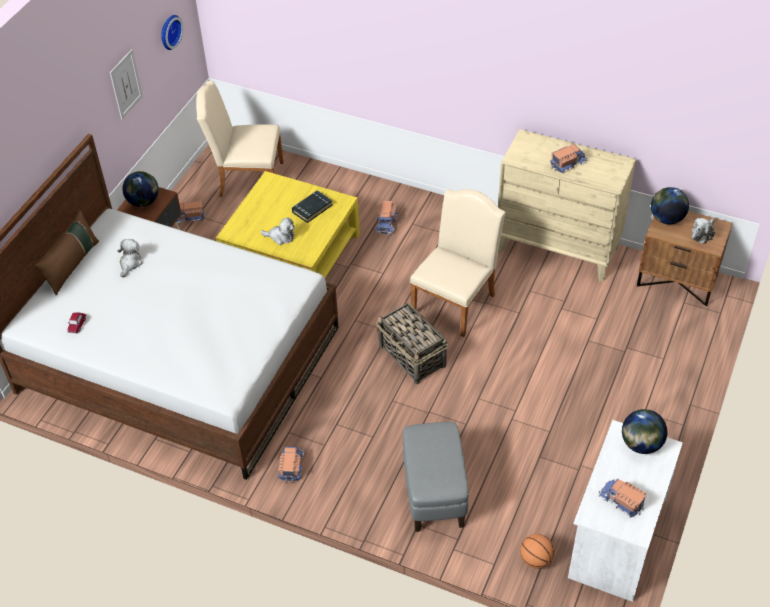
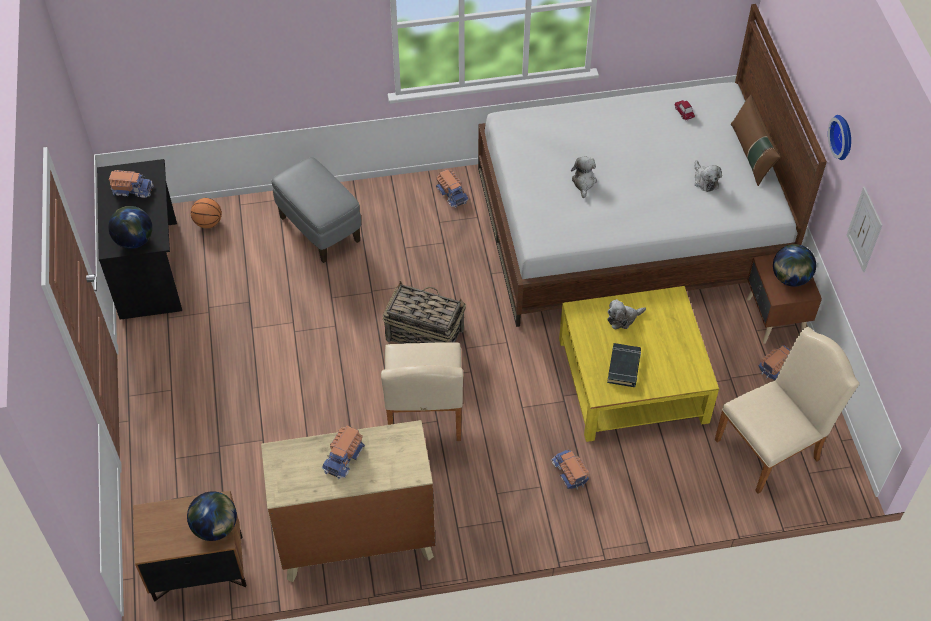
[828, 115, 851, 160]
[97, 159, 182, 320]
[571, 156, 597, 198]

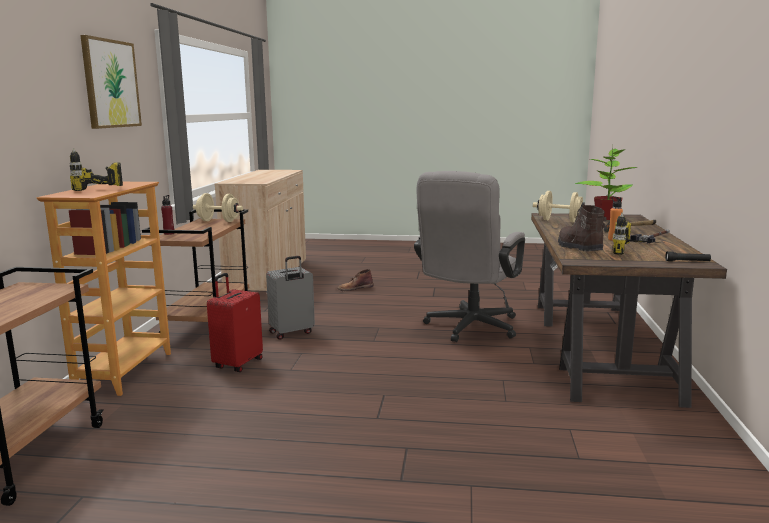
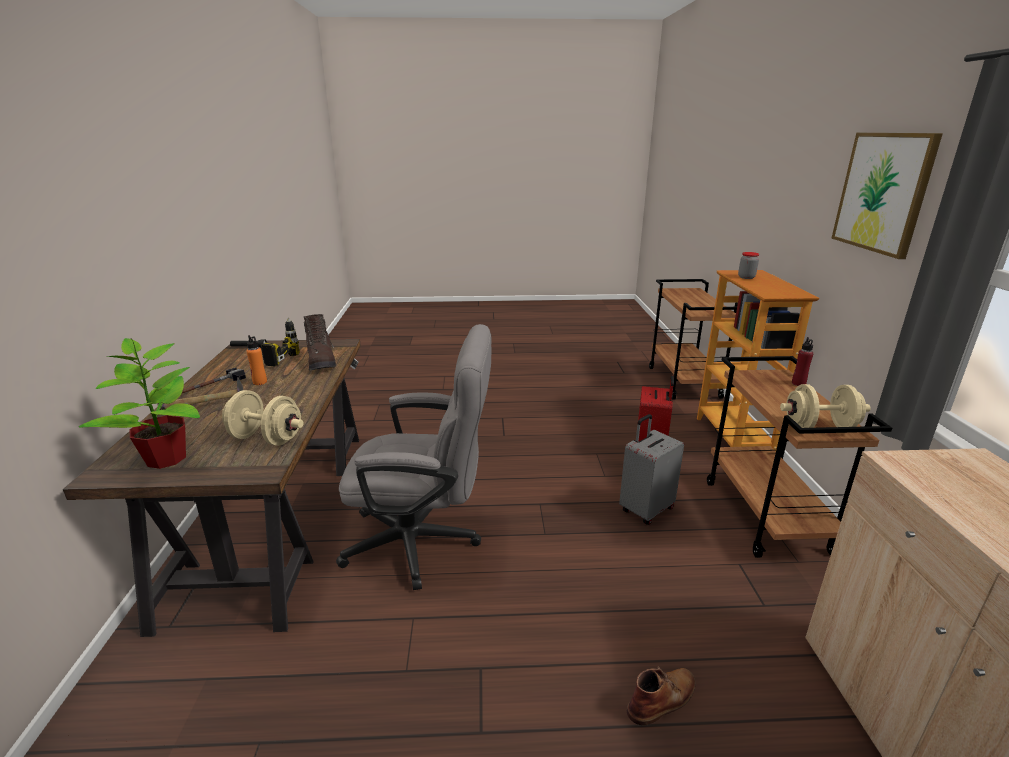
[738, 252, 759, 279]
[336, 324, 491, 590]

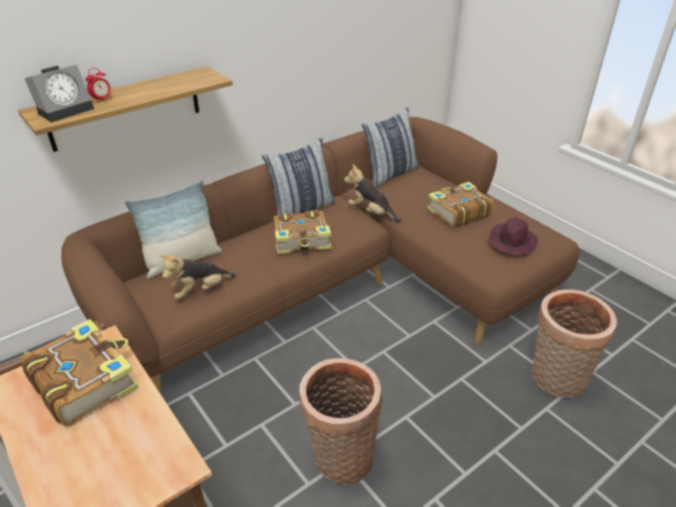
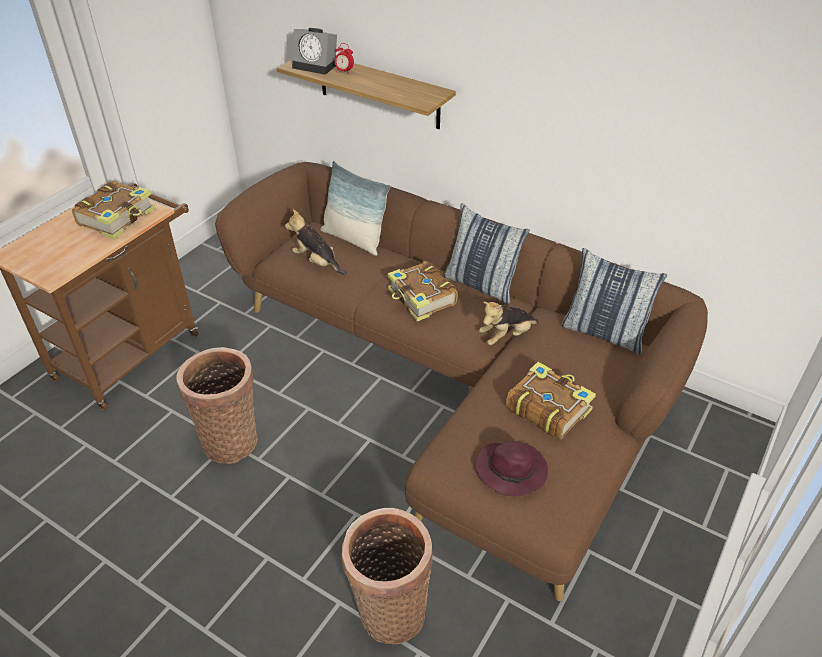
[479, 301, 538, 345]

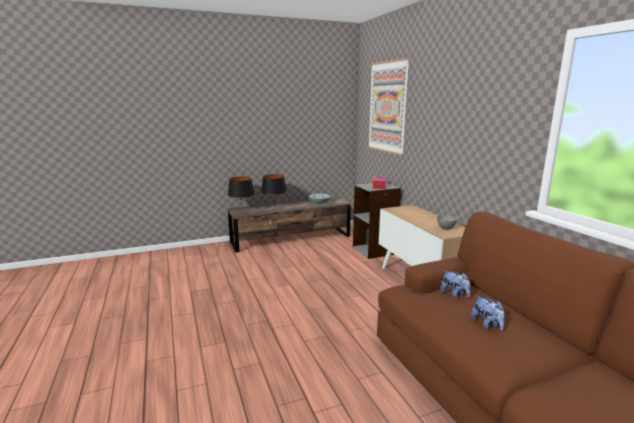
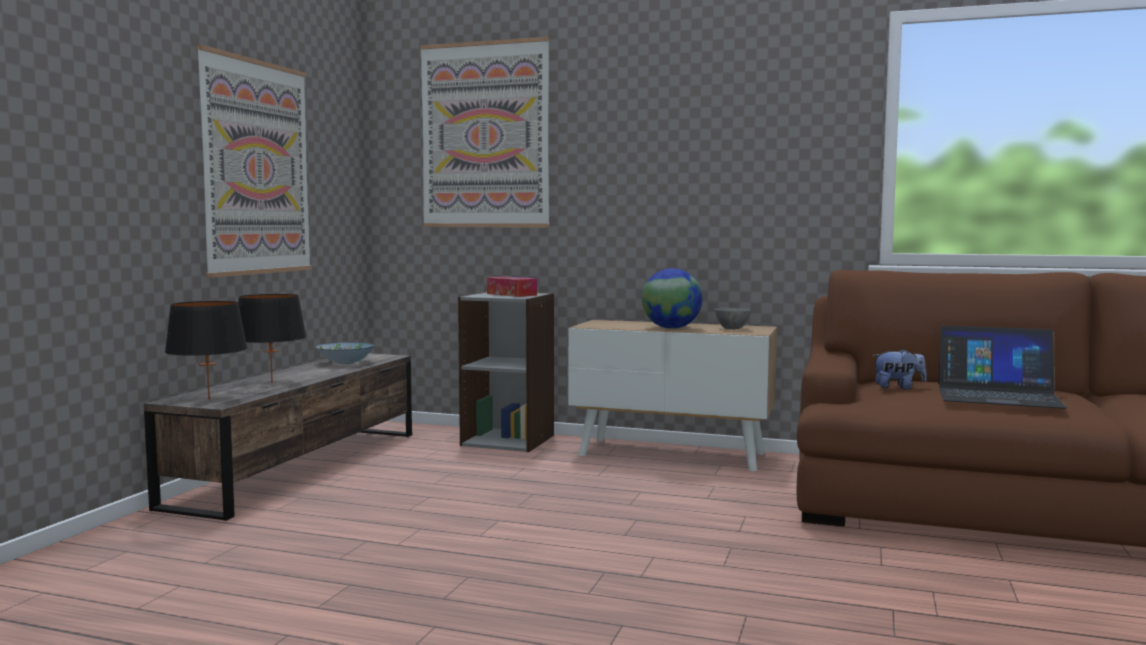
[938, 325, 1067, 409]
[196, 44, 312, 278]
[642, 268, 702, 329]

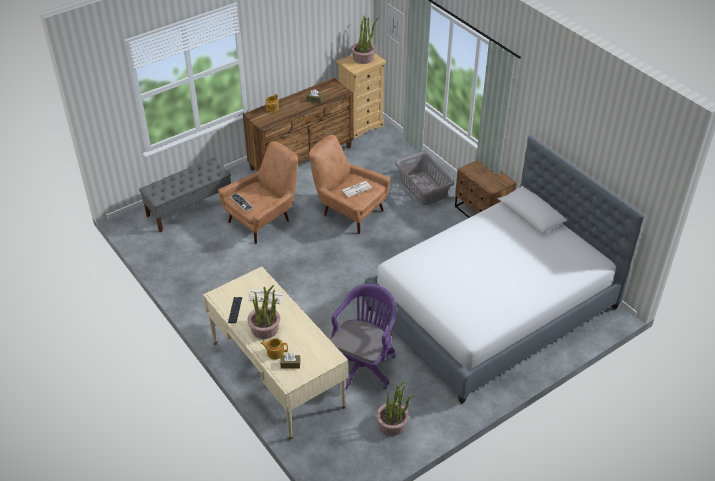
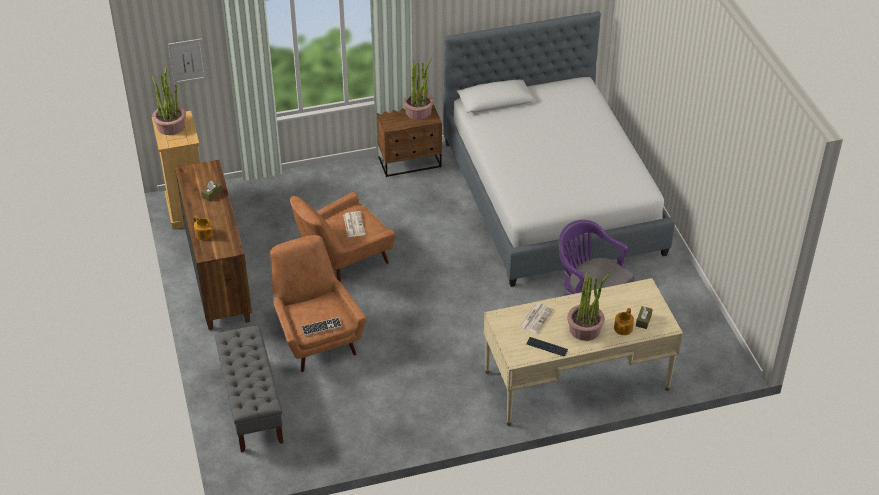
[403, 59, 434, 120]
[395, 152, 454, 205] (first image)

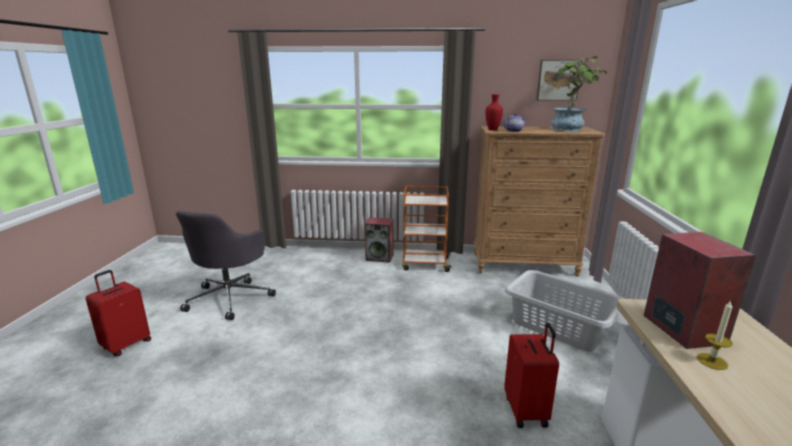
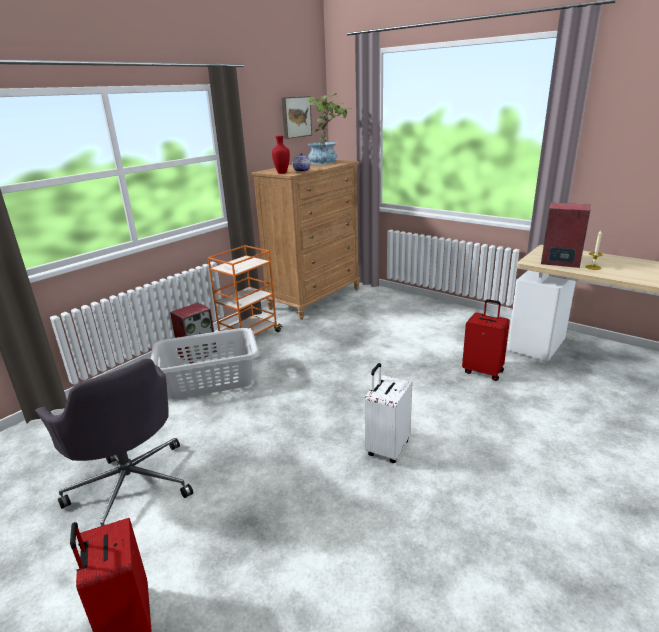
[151, 328, 259, 399]
[365, 363, 412, 463]

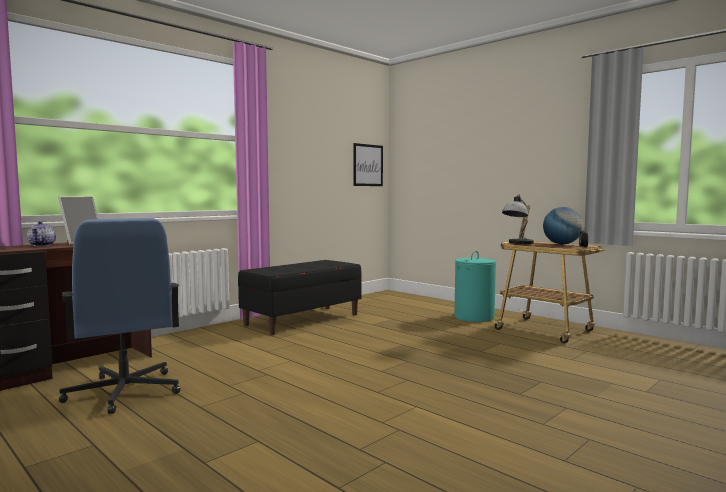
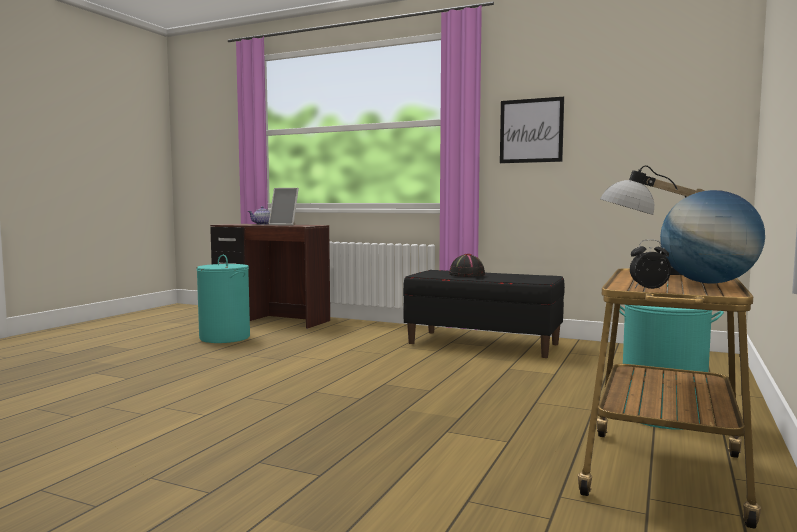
[196, 255, 250, 343]
[500, 97, 564, 163]
[449, 254, 485, 276]

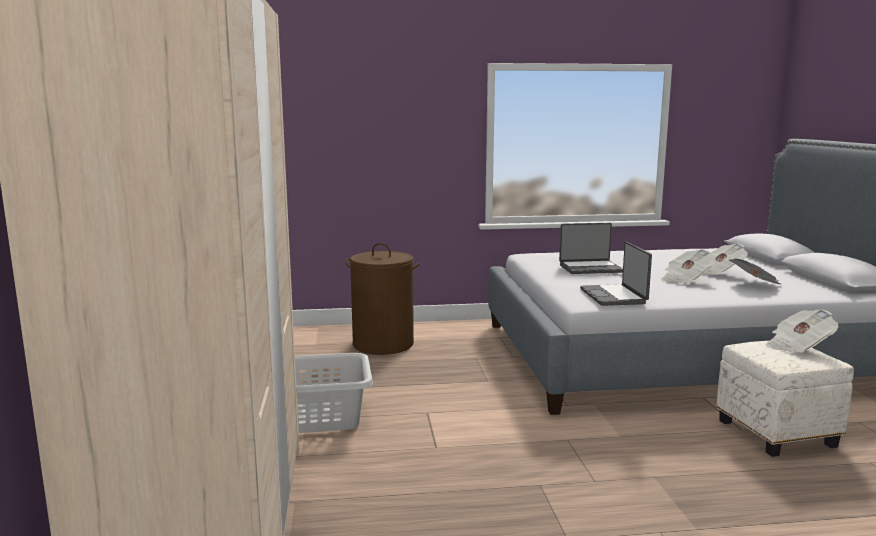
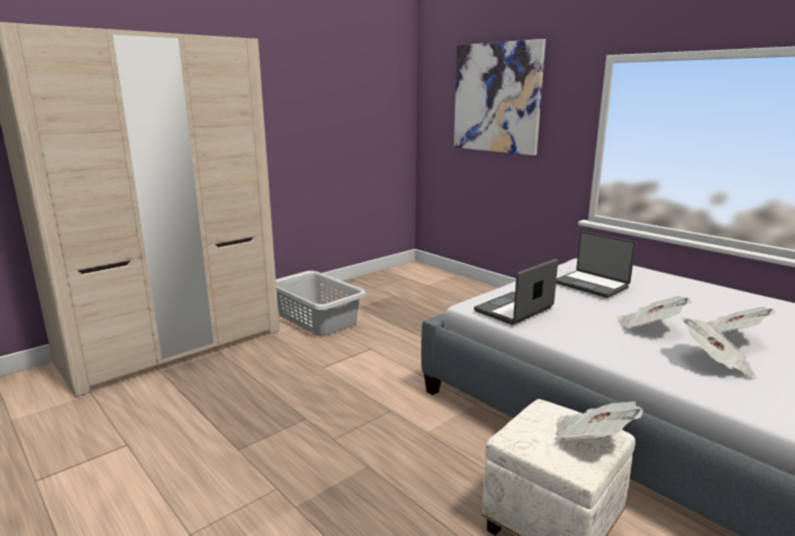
[345, 243, 420, 355] (first image)
[454, 39, 546, 156]

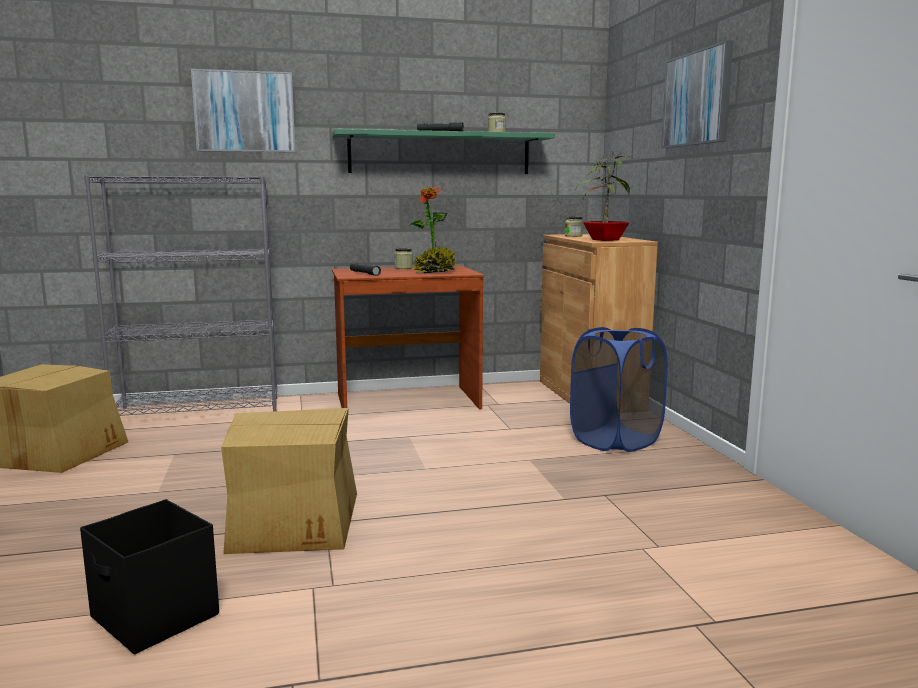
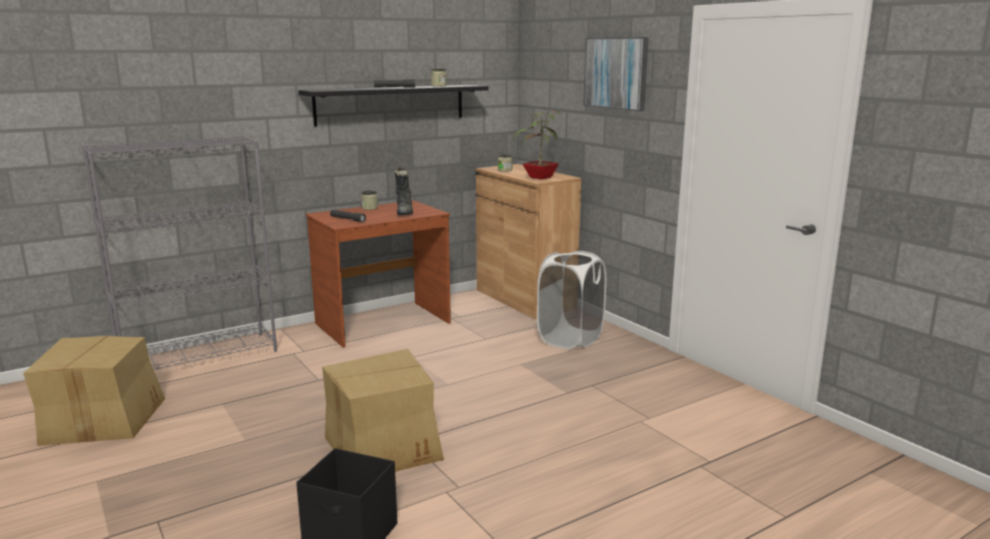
[191, 69, 295, 152] (first image)
[298, 85, 489, 126]
[394, 167, 413, 215]
[537, 251, 606, 349]

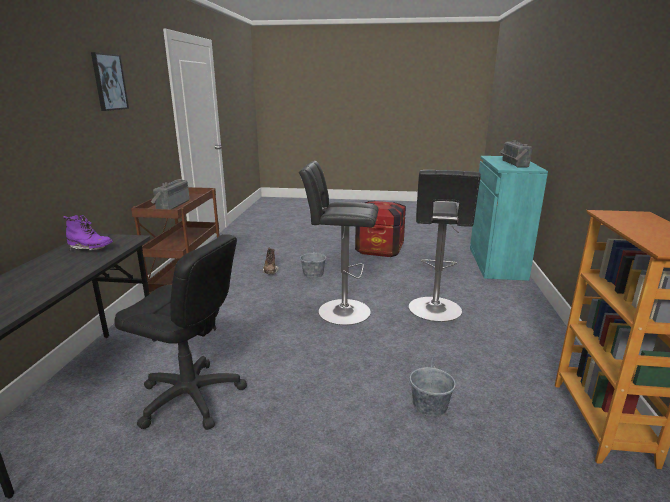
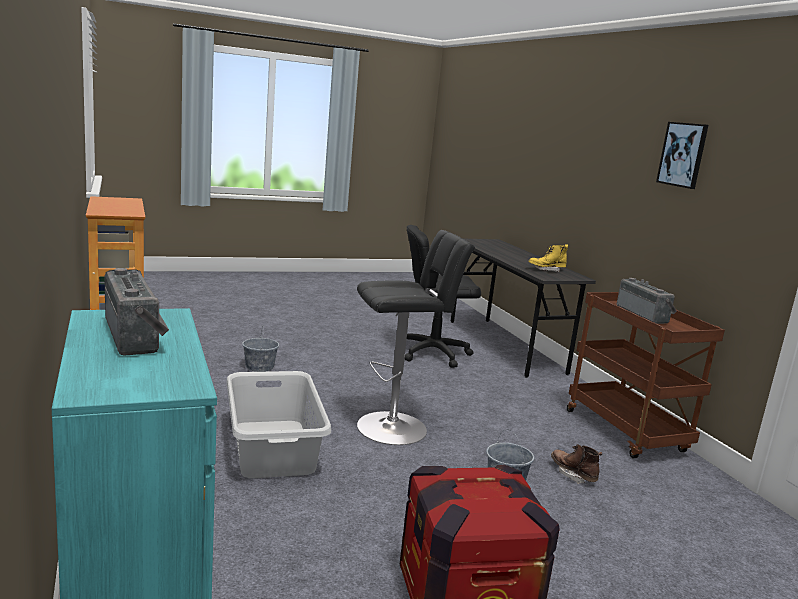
[529, 244, 569, 272]
[226, 371, 331, 478]

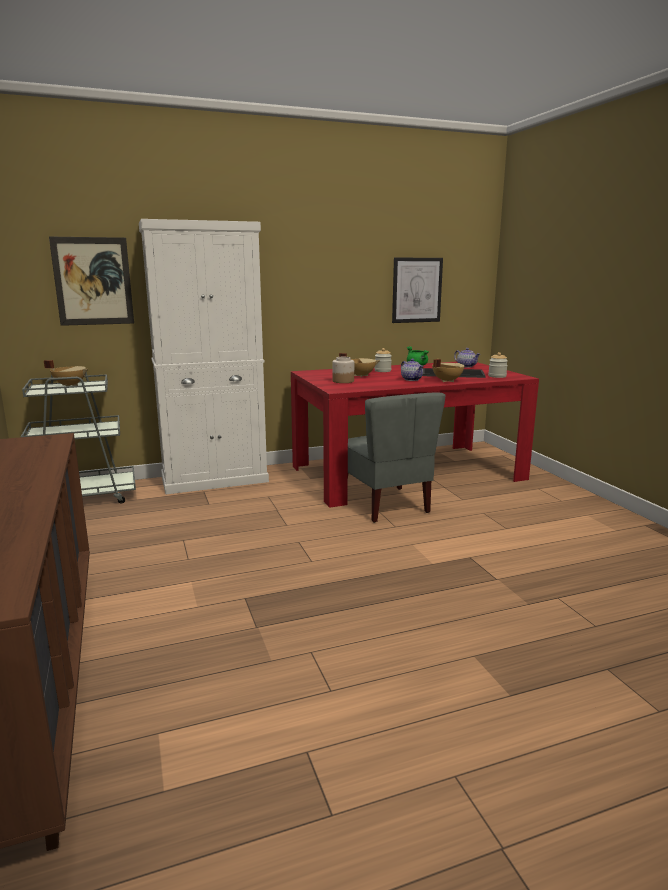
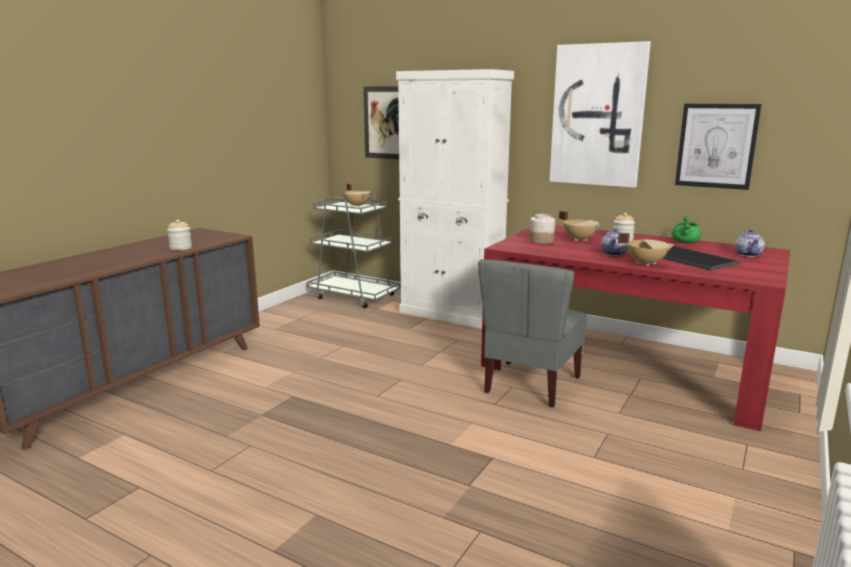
[167, 219, 192, 250]
[549, 41, 651, 188]

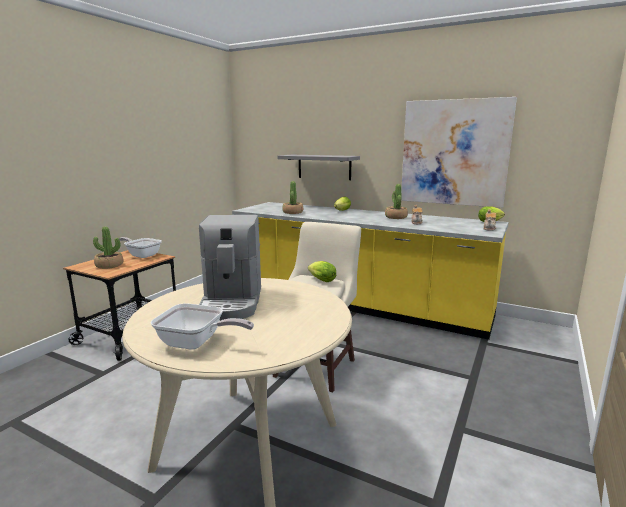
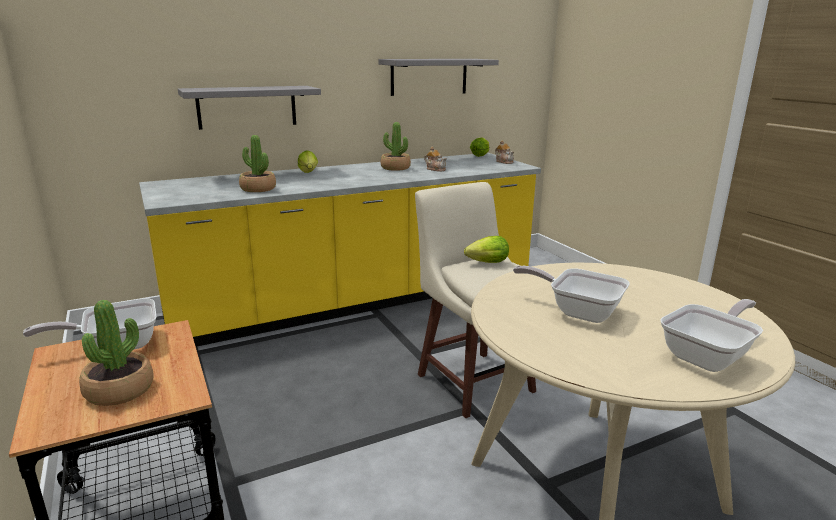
[513, 266, 630, 323]
[378, 59, 499, 96]

